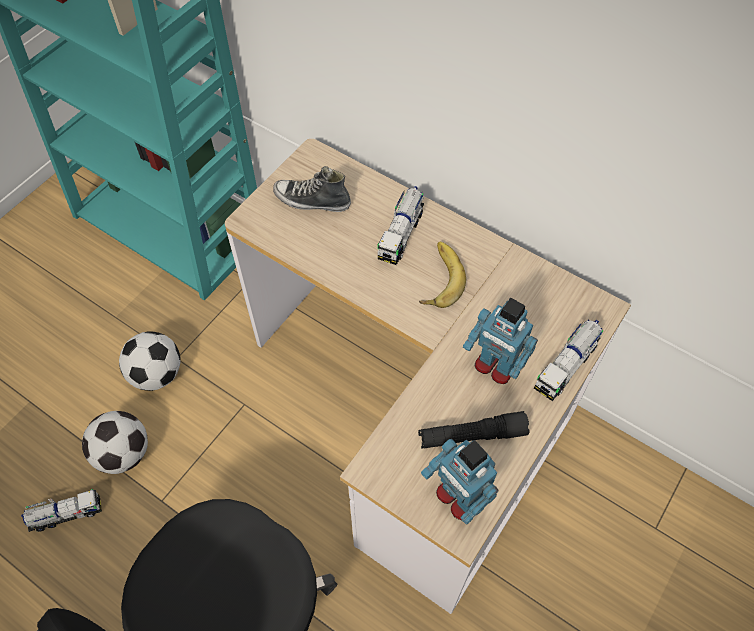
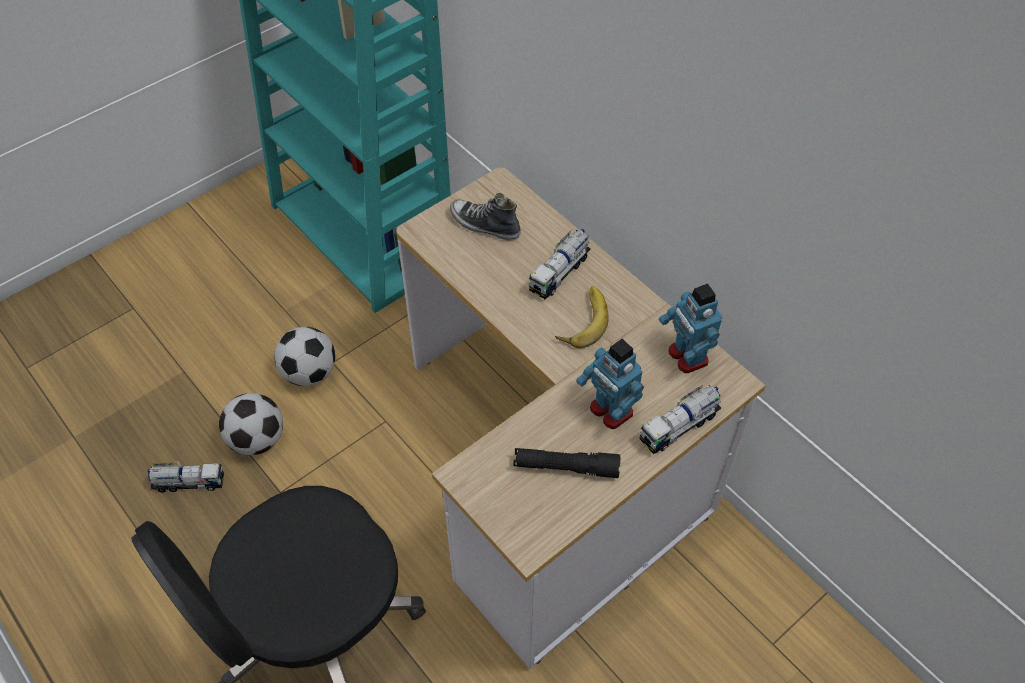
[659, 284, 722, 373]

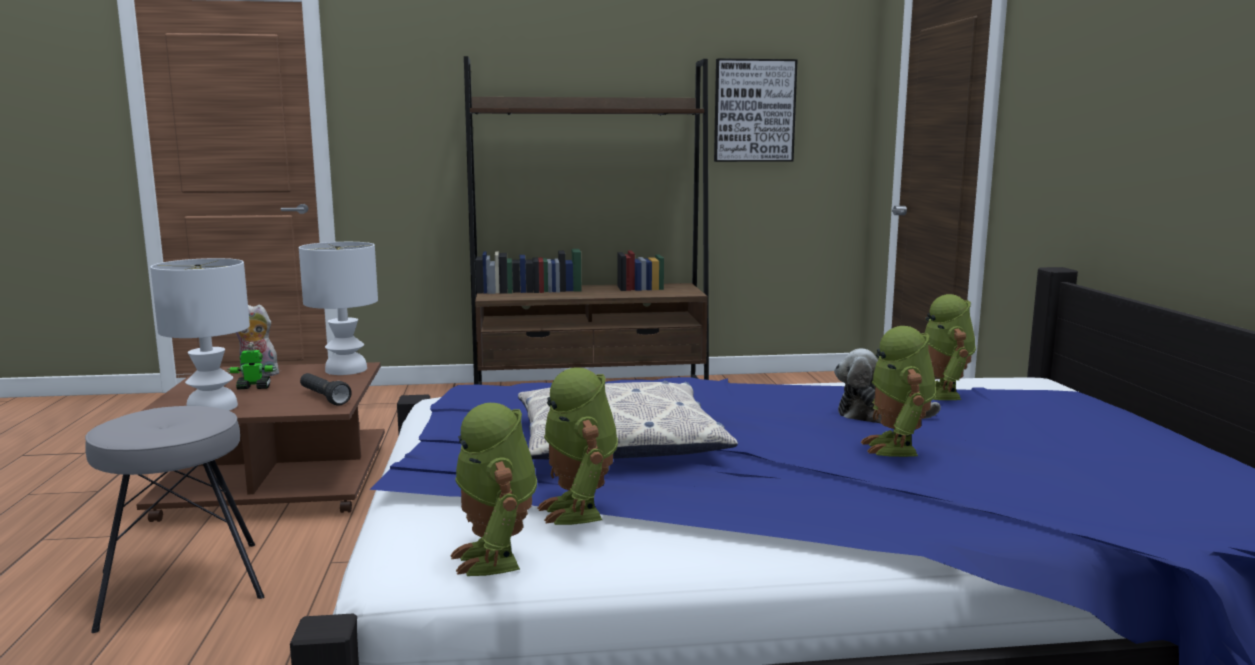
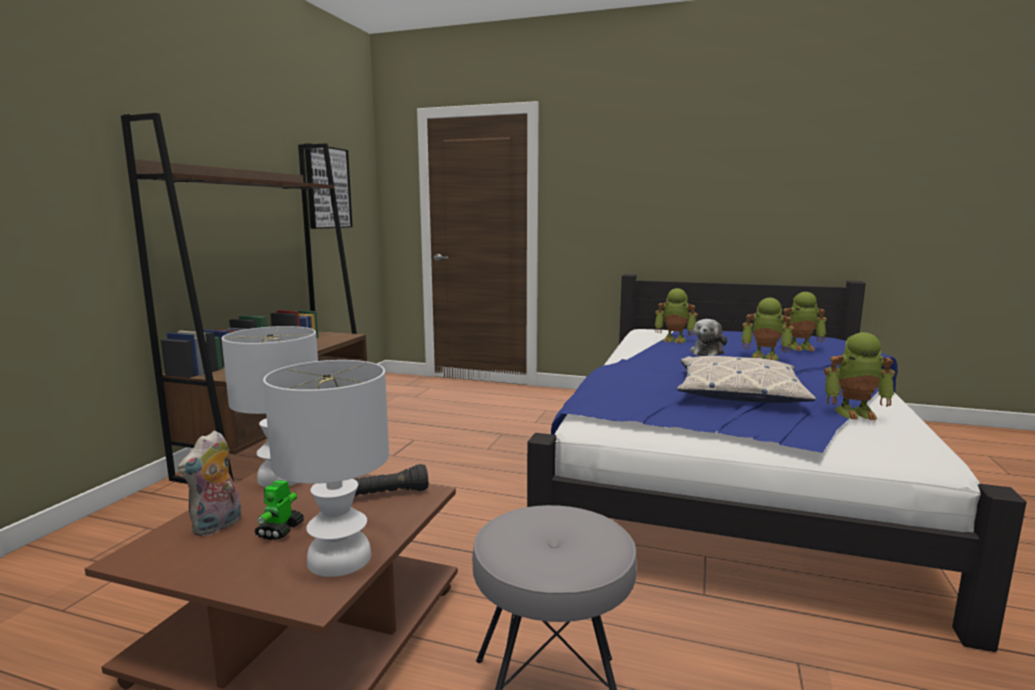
[781, 292, 827, 351]

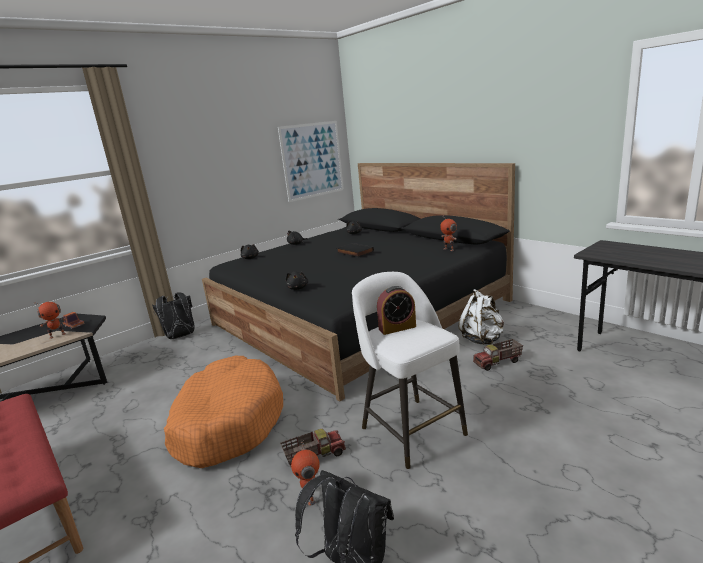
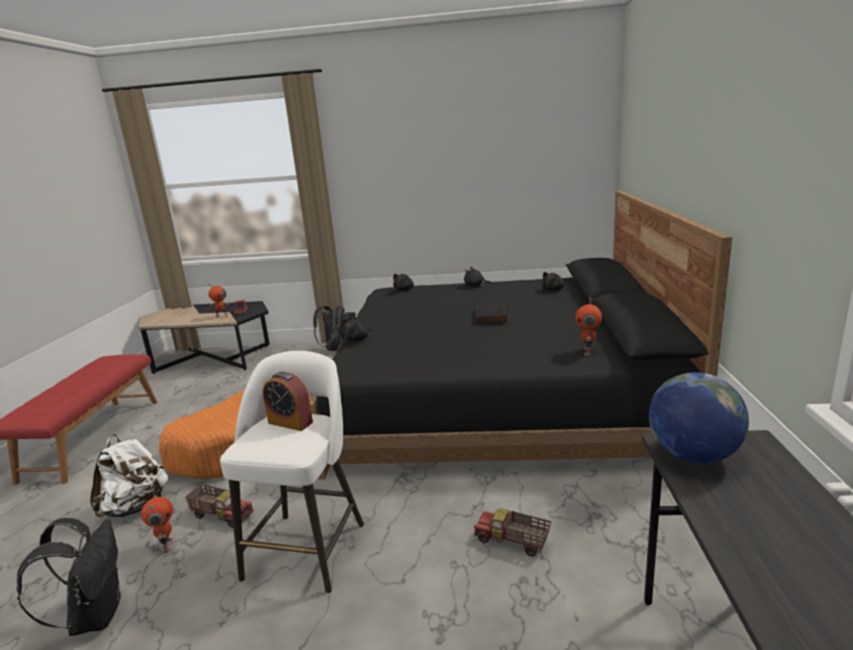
[278, 121, 344, 202] (first image)
[141, 497, 173, 553]
[90, 434, 168, 517]
[649, 373, 749, 464]

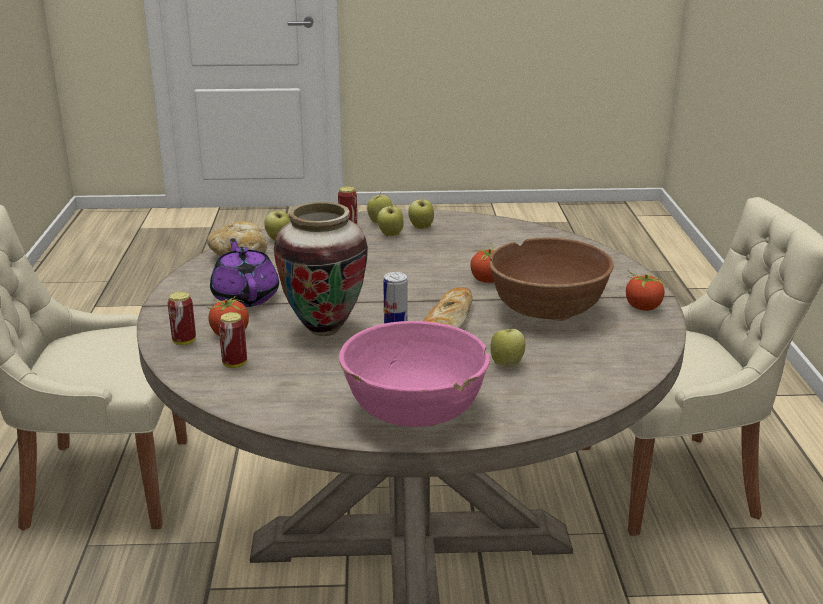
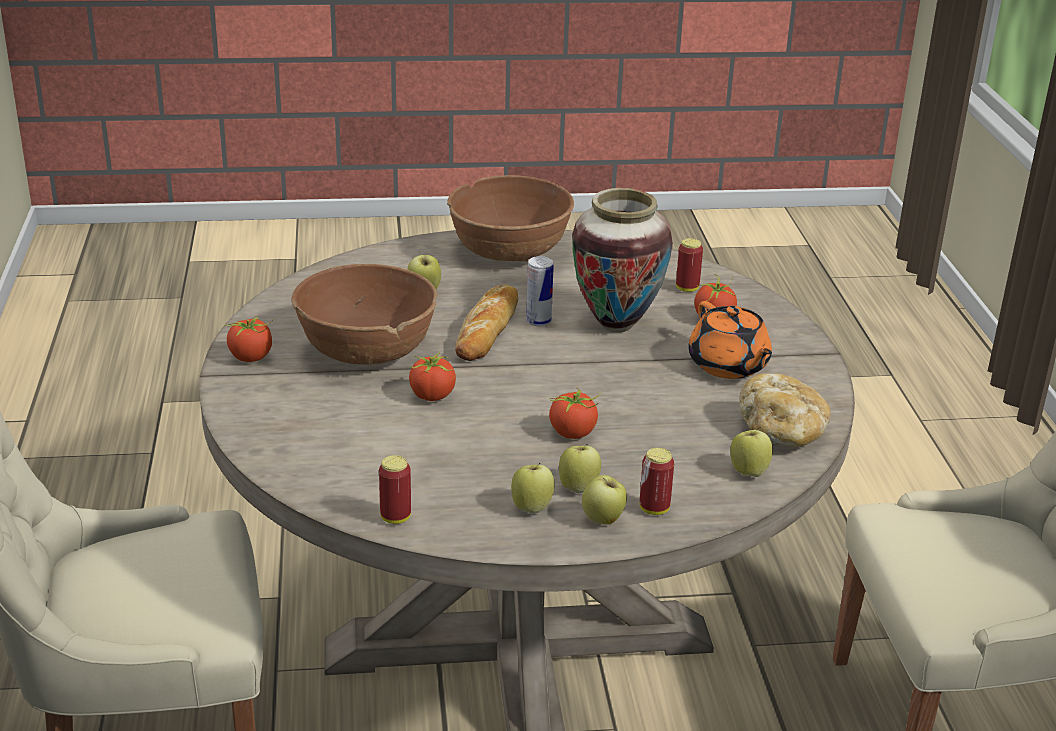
[379, 455, 411, 524]
[688, 301, 772, 379]
[447, 175, 574, 261]
[549, 387, 600, 439]

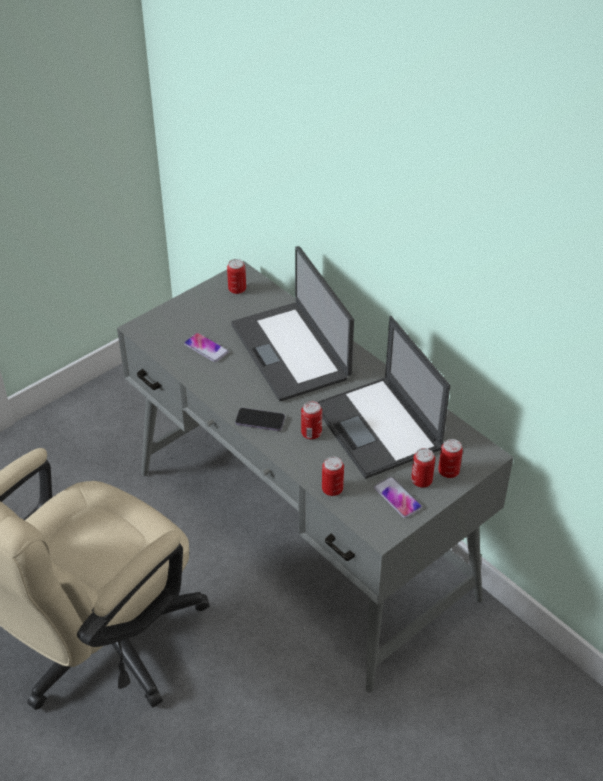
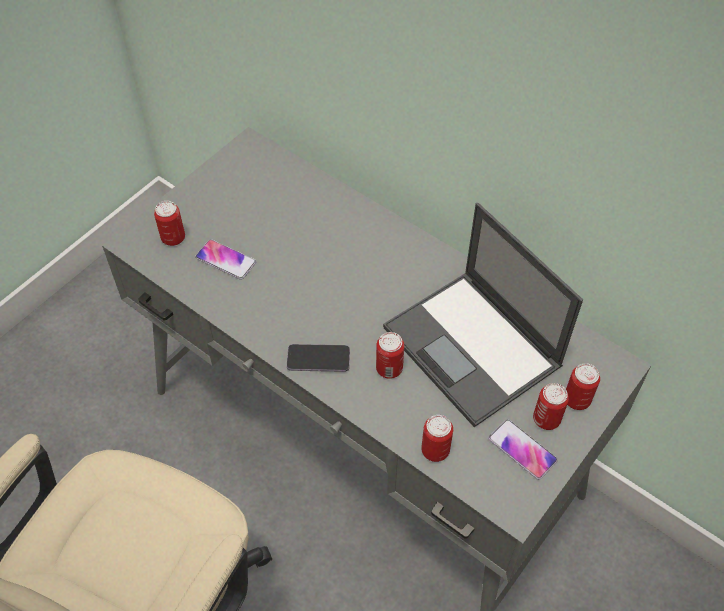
[154, 201, 185, 246]
[231, 246, 354, 401] (first image)

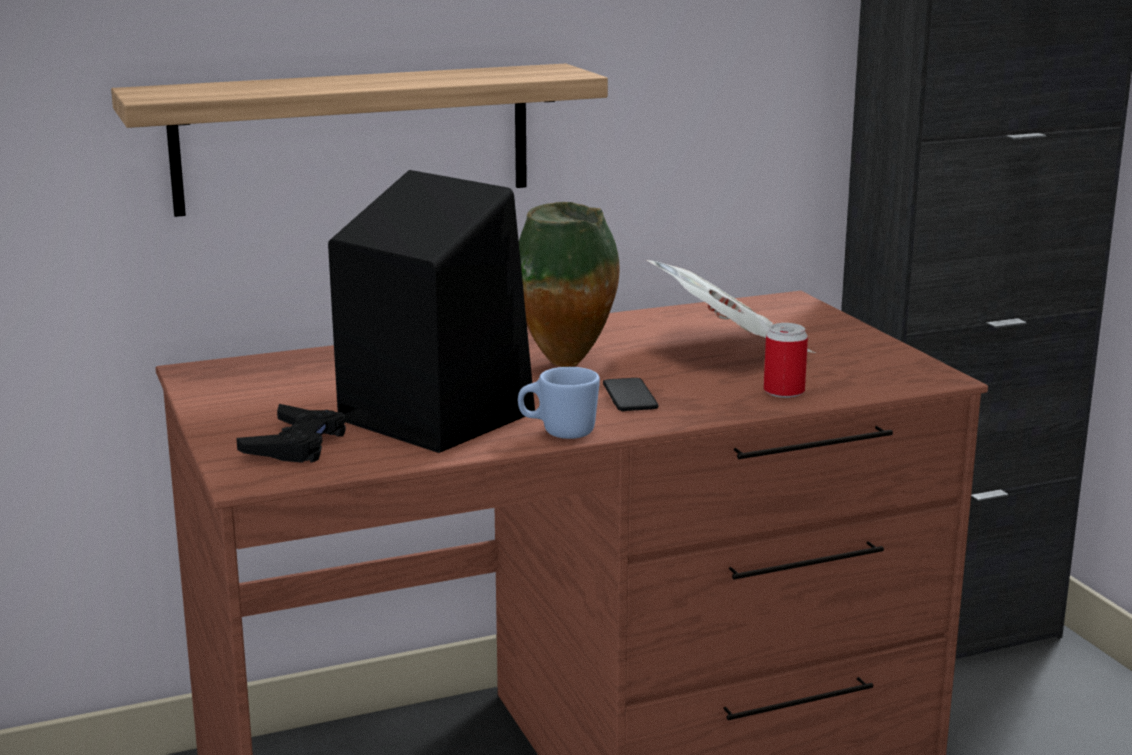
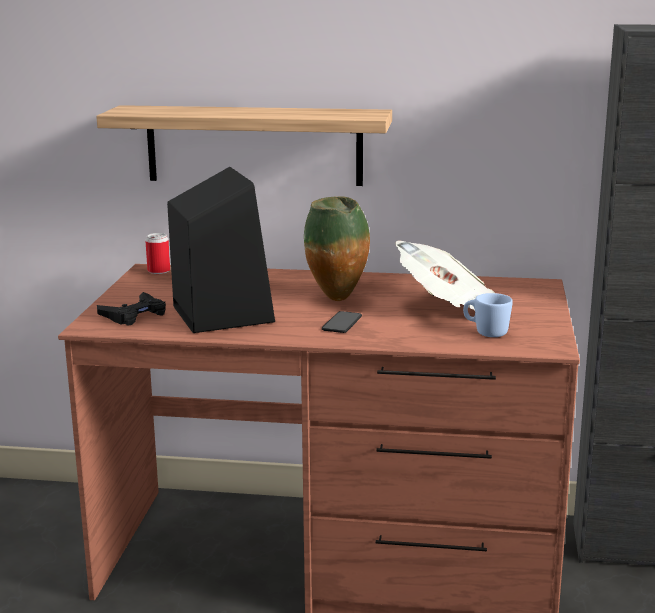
[463, 293, 513, 337]
[145, 233, 170, 274]

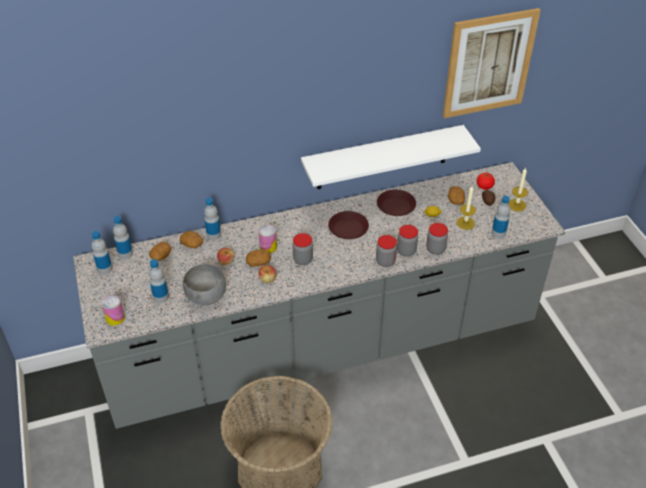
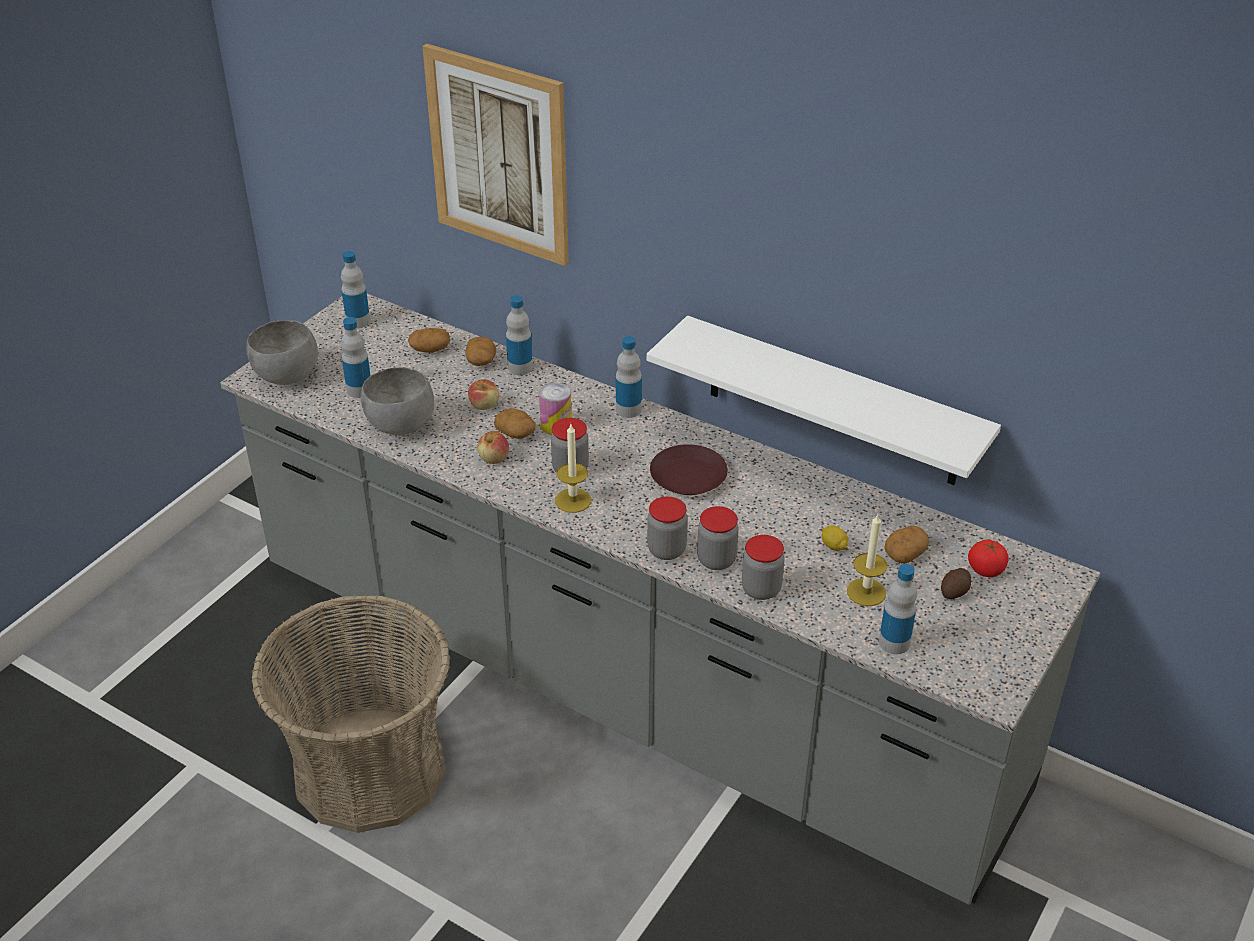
[246, 320, 318, 385]
[616, 336, 642, 418]
[377, 189, 416, 216] (first image)
[422, 44, 569, 266]
[555, 424, 591, 513]

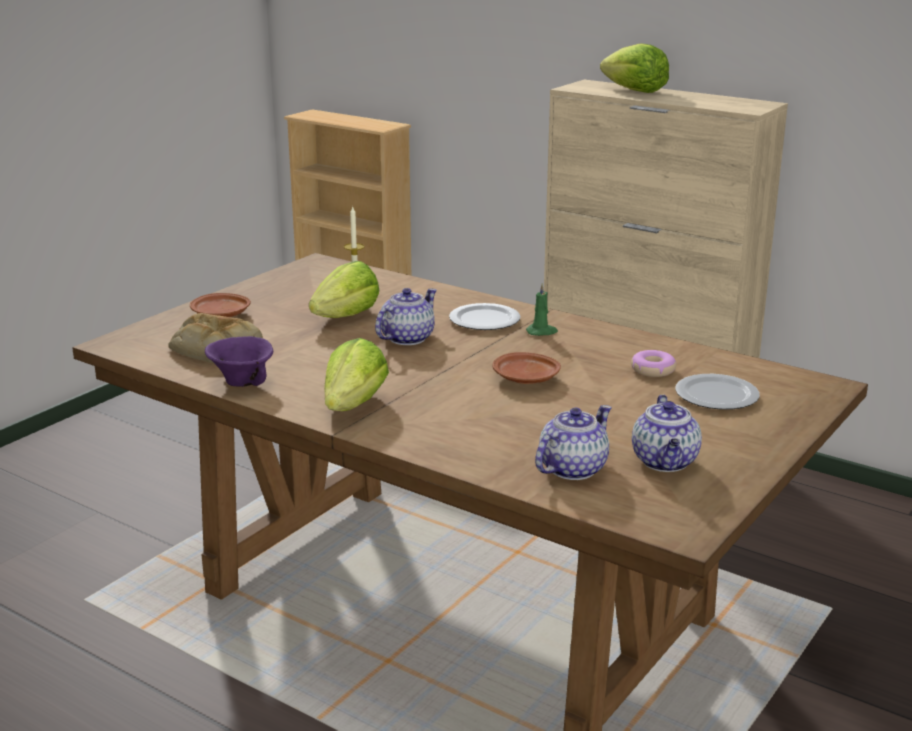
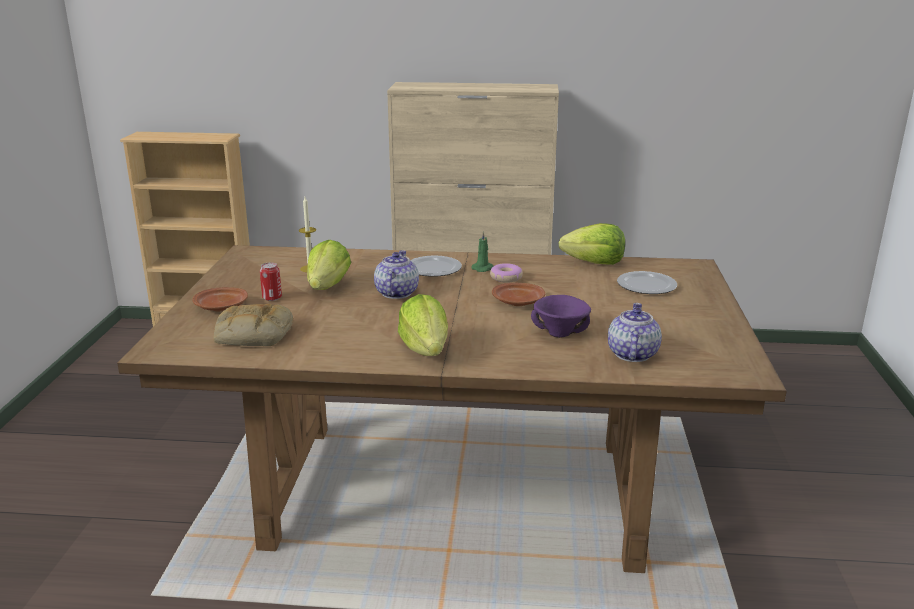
[531, 295, 591, 338]
[559, 223, 625, 265]
[490, 263, 523, 283]
[632, 395, 702, 472] (first image)
[260, 262, 282, 301]

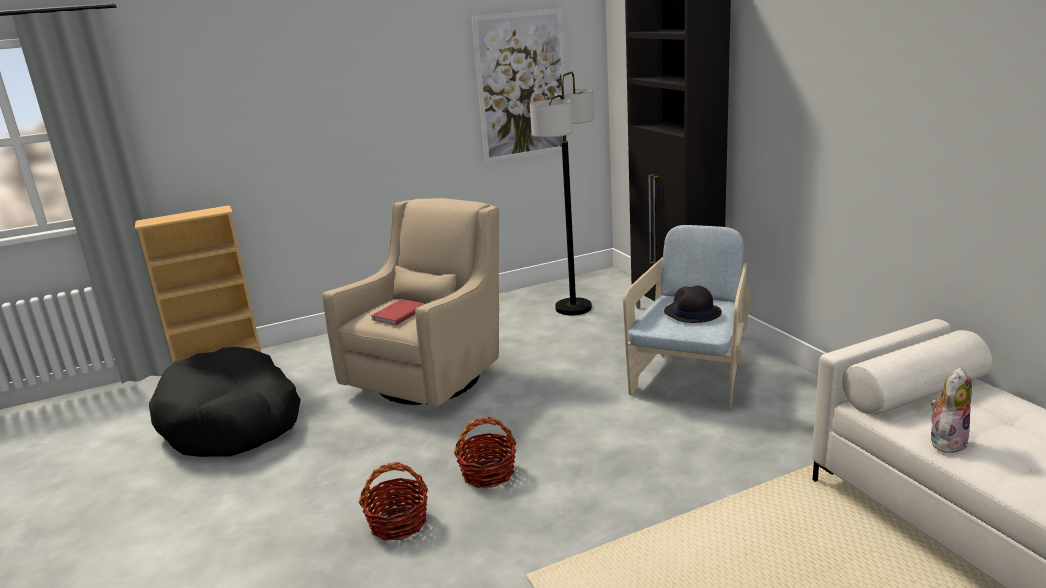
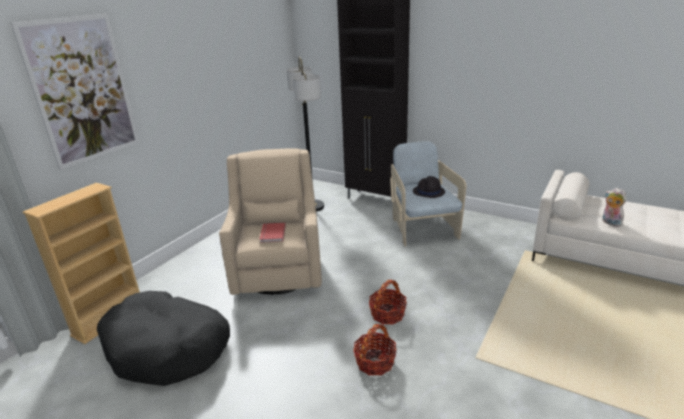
[11, 14, 139, 170]
[602, 188, 626, 227]

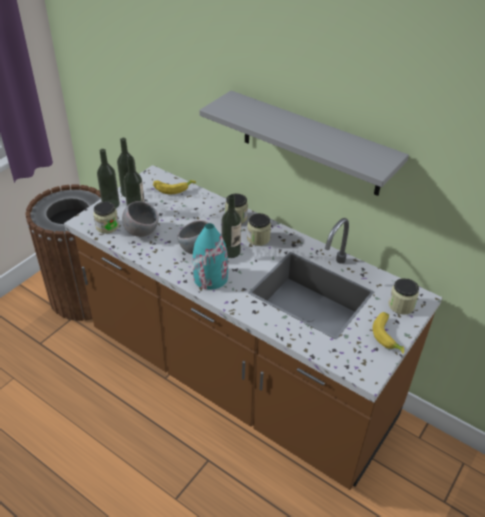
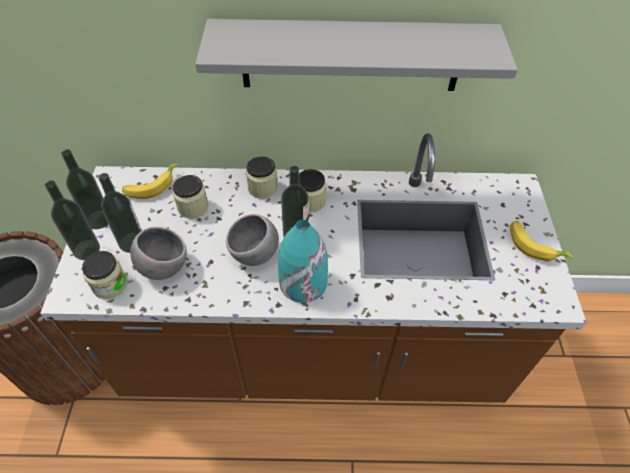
[173, 175, 209, 219]

